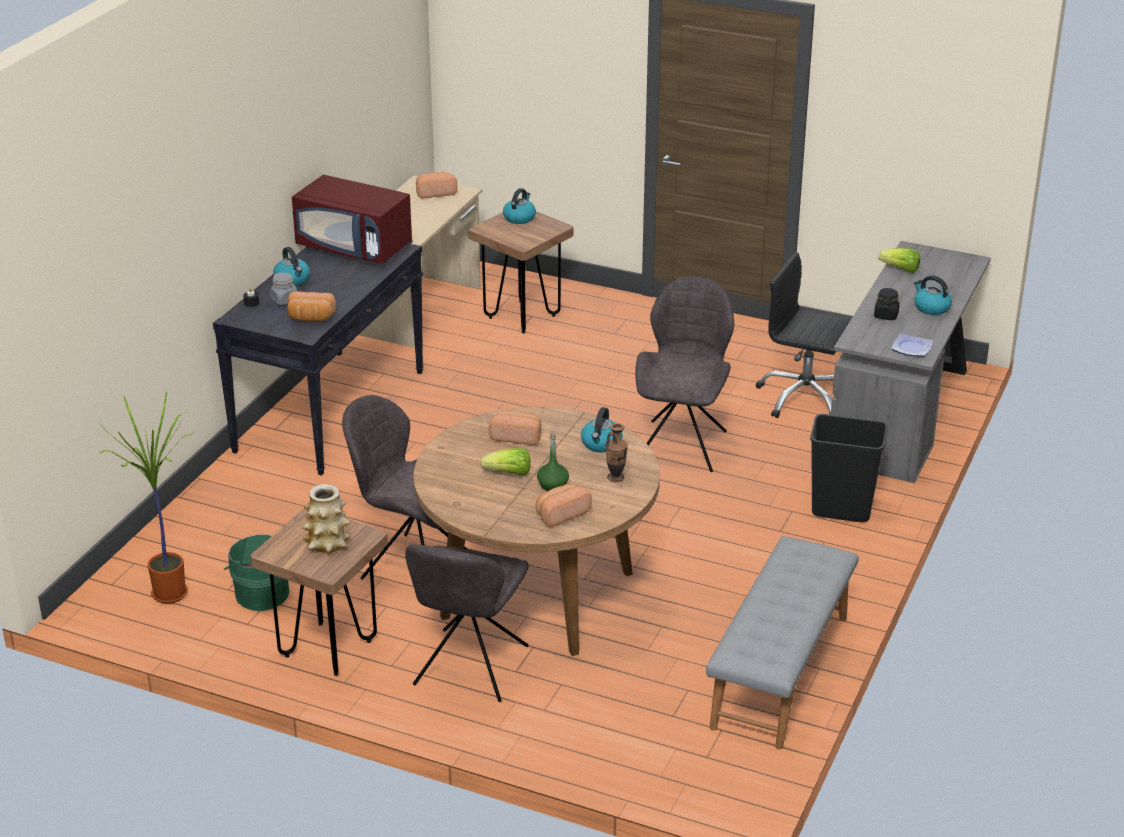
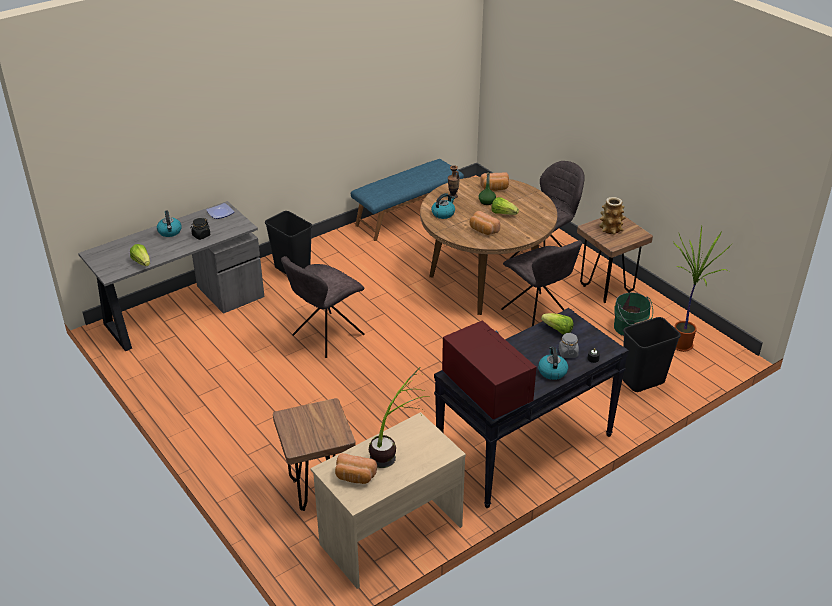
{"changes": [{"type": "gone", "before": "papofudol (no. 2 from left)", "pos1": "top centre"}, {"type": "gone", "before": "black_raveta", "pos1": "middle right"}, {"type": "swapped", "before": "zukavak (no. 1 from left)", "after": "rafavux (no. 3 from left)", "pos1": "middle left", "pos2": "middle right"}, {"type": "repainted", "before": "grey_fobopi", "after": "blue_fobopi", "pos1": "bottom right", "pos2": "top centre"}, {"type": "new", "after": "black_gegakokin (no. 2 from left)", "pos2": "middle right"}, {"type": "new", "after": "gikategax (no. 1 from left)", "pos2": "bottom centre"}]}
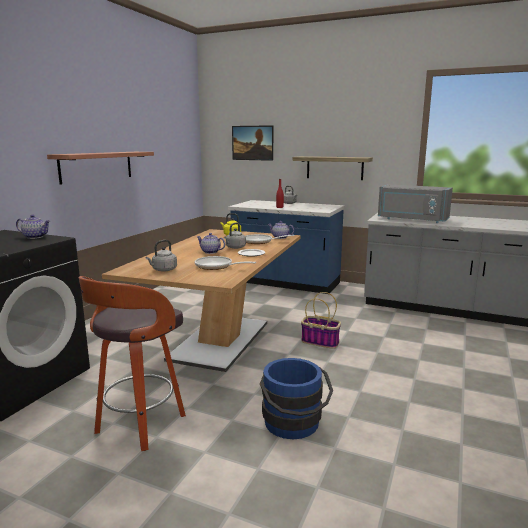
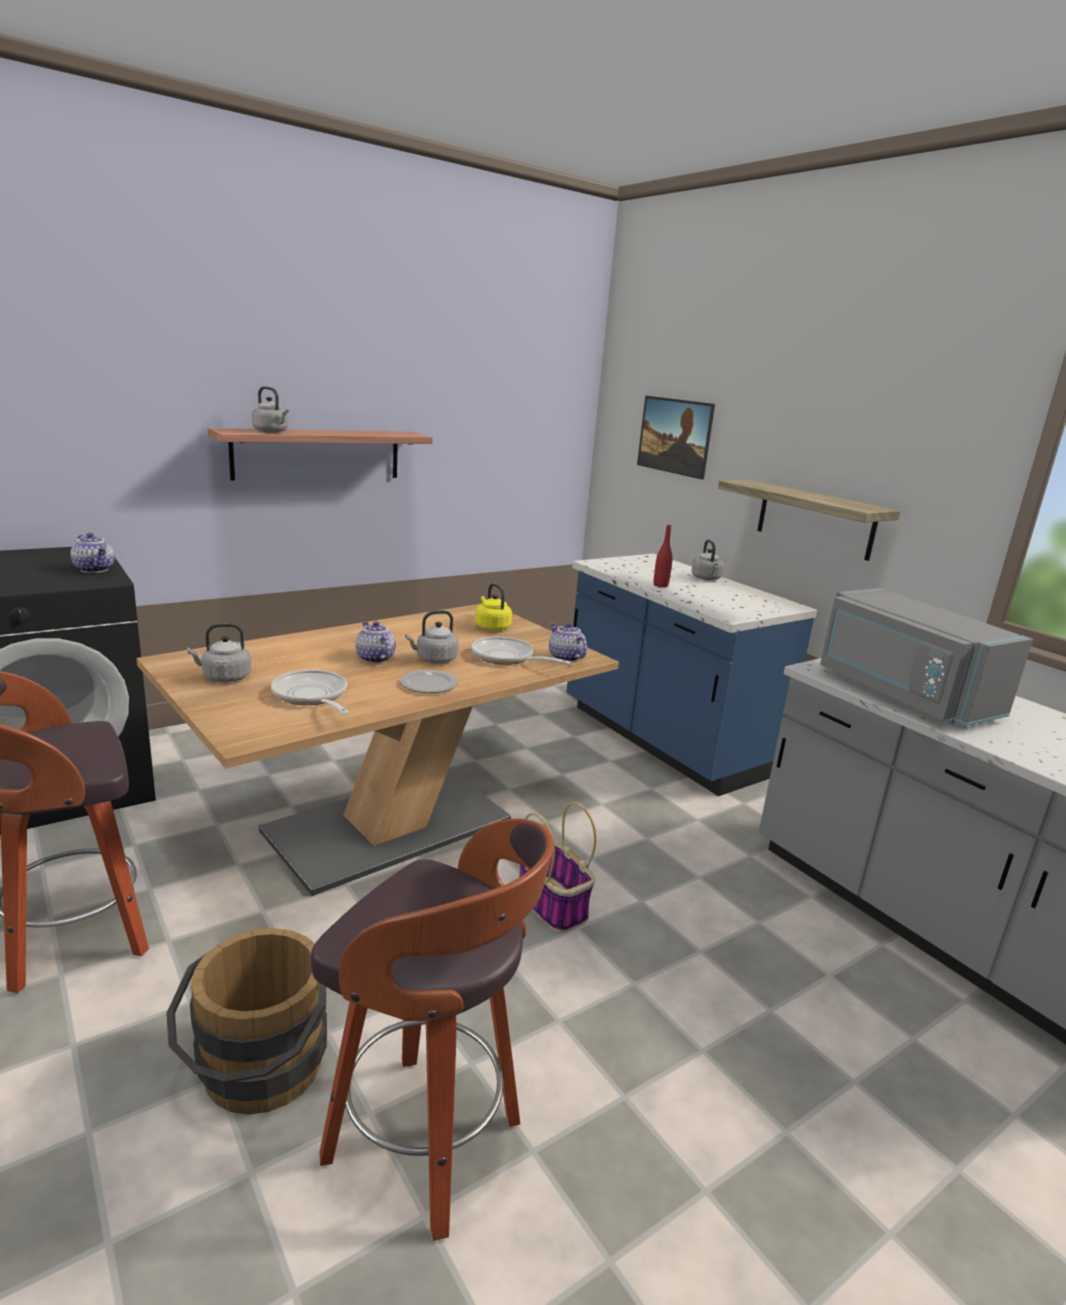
{"changes": [{"type": "repainted", "before": "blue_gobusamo", "after": "brown_gobusamo", "pos1": "bottom centre", "pos2": "bottom left"}, {"type": "new", "after": "grey_papofudol (no. 2 from left)", "pos2": "top left"}, {"type": "new", "after": "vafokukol (no. 2 from left)", "pos2": "bottom centre"}]}
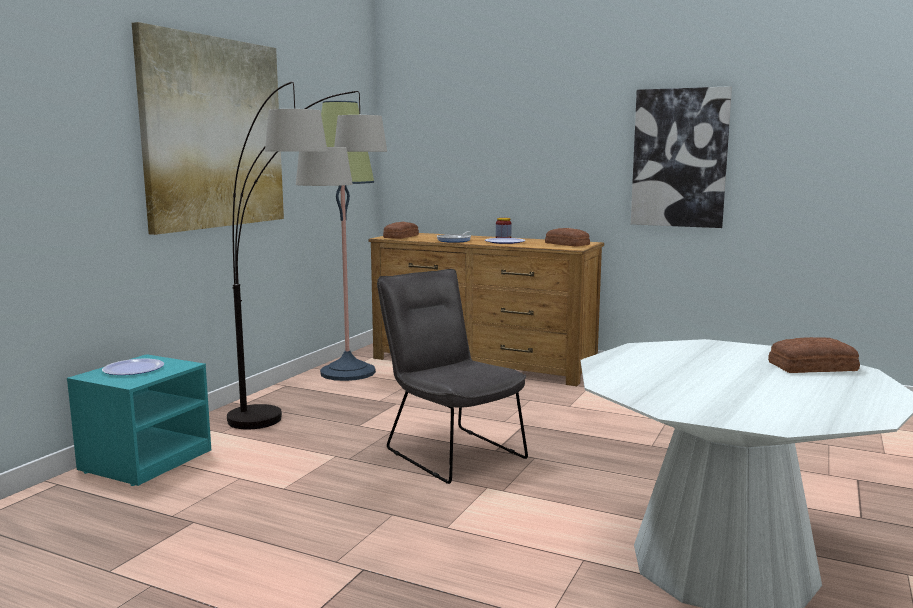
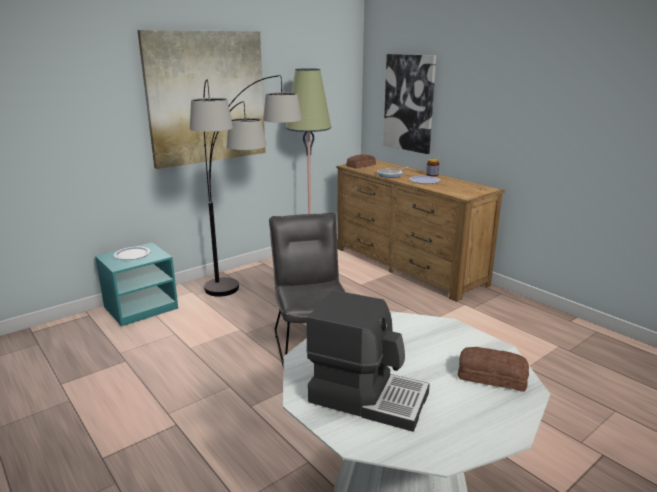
{"changes": [{"type": "shifted", "before": "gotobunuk (no. 2 from left)", "pos1": "top right", "pos2": "top centre"}, {"type": "gone", "before": "zukavak (no. 2 from left)", "pos1": "centre"}, {"type": "new", "after": "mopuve", "pos2": "bottom centre"}]}
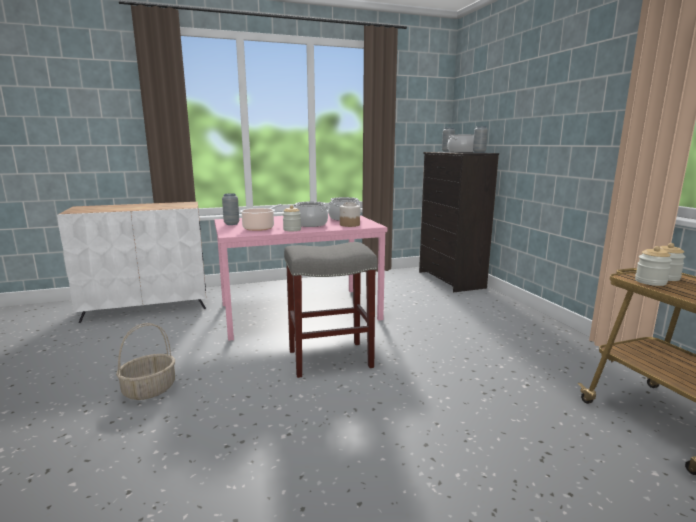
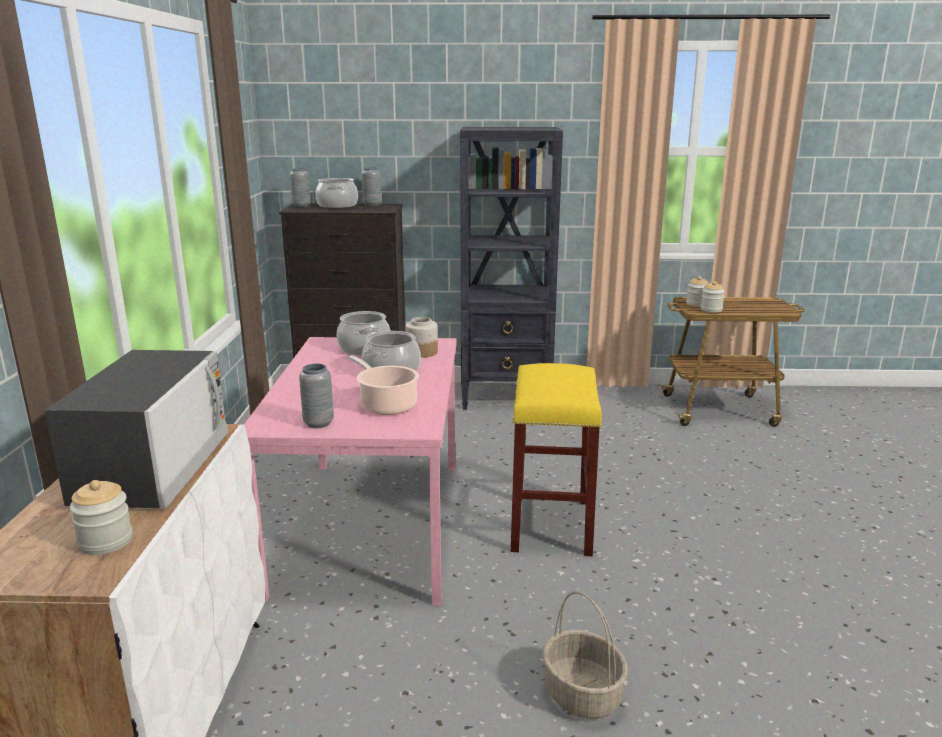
{"changes": [{"type": "shifted", "before": "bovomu (no. 1 from left)", "pos1": "centre", "pos2": "bottom left"}, {"type": "repainted", "before": "grey_vafokukol", "after": "yellow_vafokukol", "pos1": "centre", "pos2": "centre"}, {"type": "new", "after": "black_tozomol", "pos2": "centre"}, {"type": "new", "after": "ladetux", "pos2": "middle left"}]}
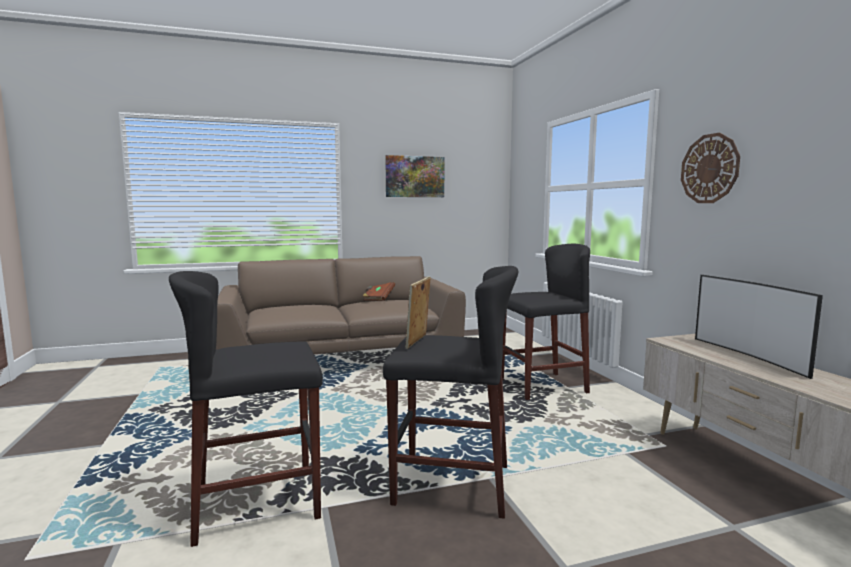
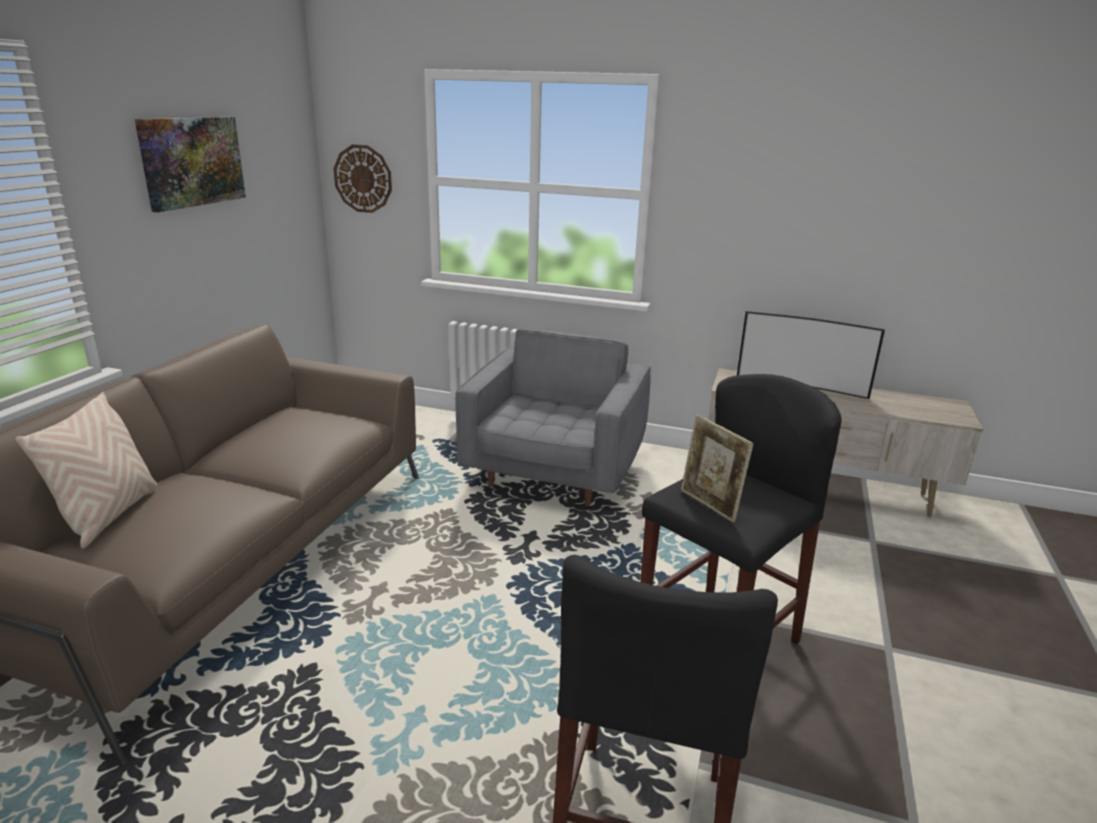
{"changes": [{"type": "shifted", "before": "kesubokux", "pos1": "top right", "pos2": "top left"}, {"type": "swapped", "before": "black_vafokukol (no. 3 from left)", "after": "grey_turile", "pos1": "centre", "pos2": "centre"}, {"type": "gone", "before": "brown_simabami", "pos1": "centre"}, {"type": "new", "after": "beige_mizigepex", "pos2": "middle left"}]}
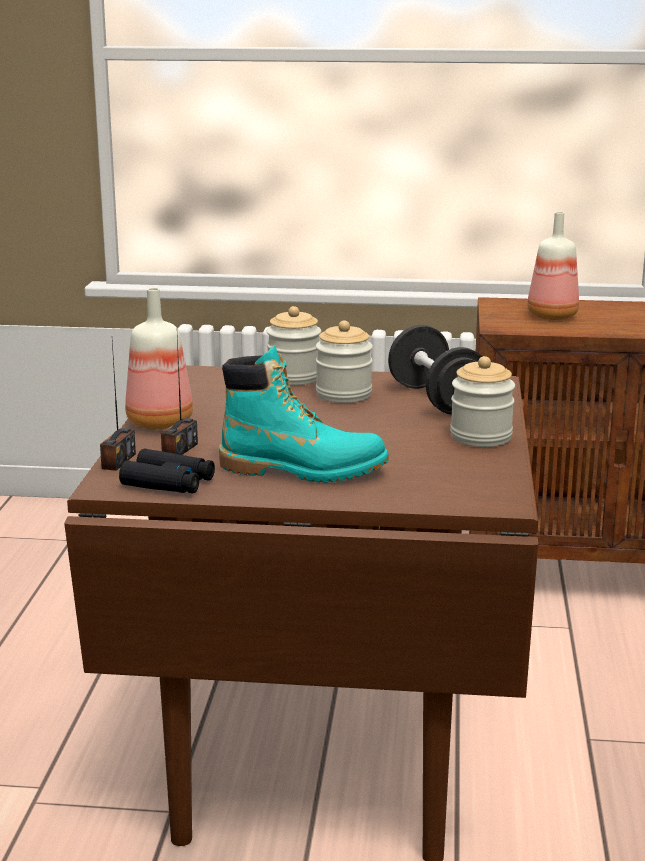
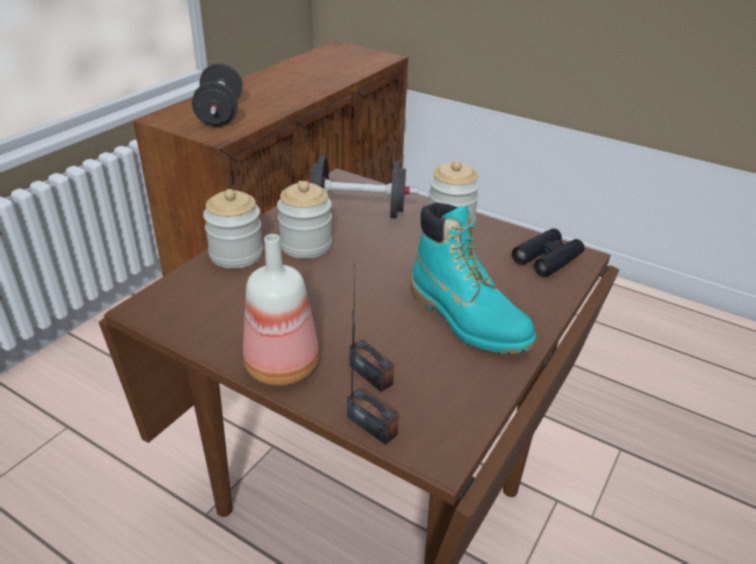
{"changes": [{"type": "swapped", "before": "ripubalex (no. 2 from left)", "after": "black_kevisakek (no. 1 from left)", "pos1": "top right", "pos2": "top left"}, {"type": "rotated", "before": "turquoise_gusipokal", "pos1": "centre", "pos2": "centre", "turn": 105}, {"type": "shifted", "before": "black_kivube", "pos1": "middle left", "pos2": "middle right"}]}
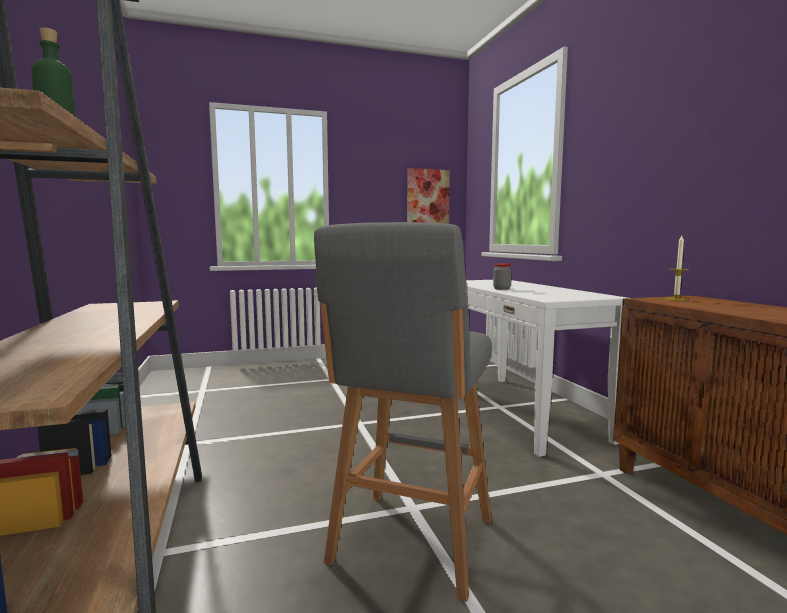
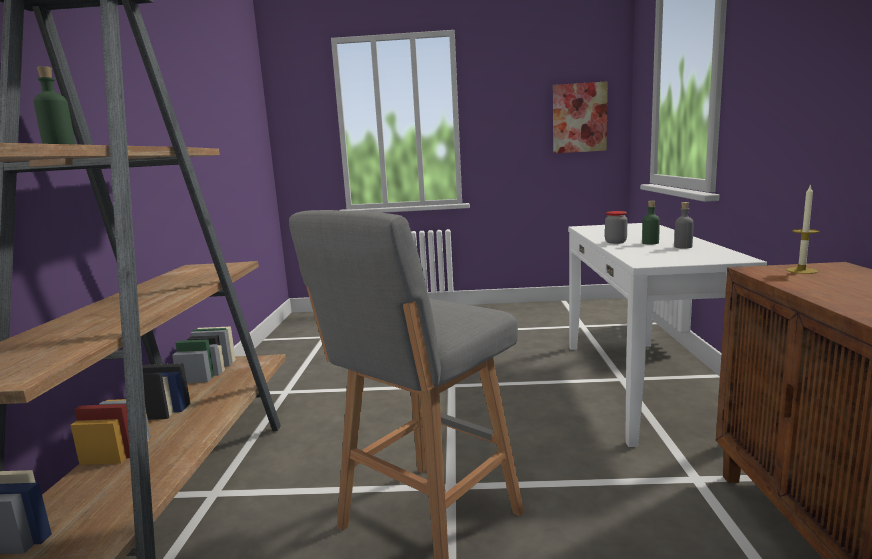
{"changes": [{"type": "new", "after": "green_ripubalex (no. 2 from left)", "pos2": "middle right"}, {"type": "new", "after": "grey_ripubalex", "pos2": "middle right"}]}
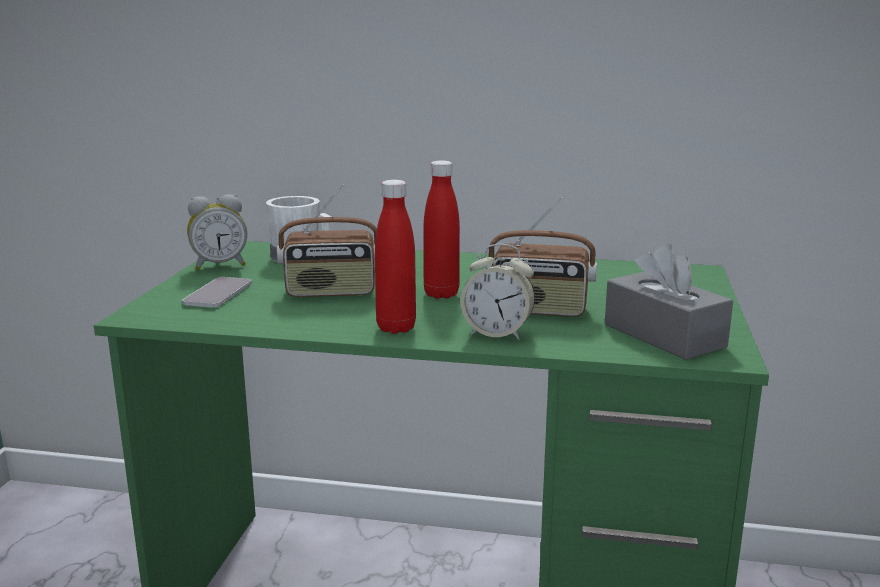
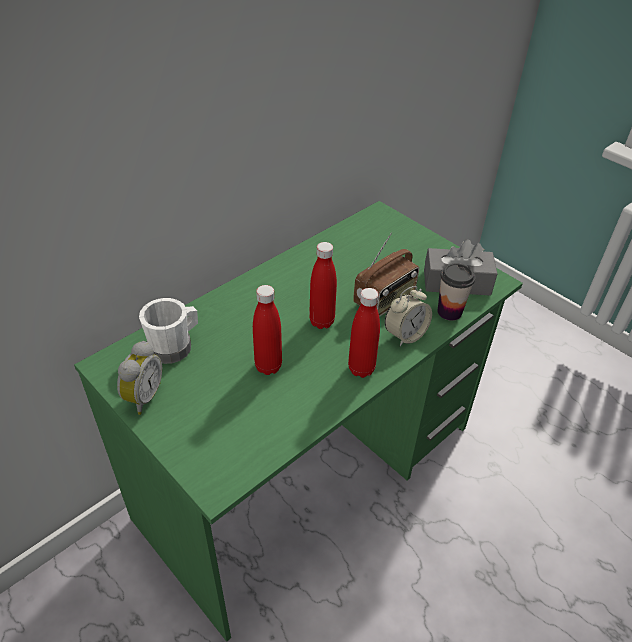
{"changes": [{"type": "swapped", "before": "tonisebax (no. 1 from left)", "after": "red_ripubalex (no. 1 from left)", "pos1": "centre", "pos2": "centre"}, {"type": "gone", "before": "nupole", "pos1": "middle left"}, {"type": "new", "after": "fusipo", "pos2": "middle right"}]}
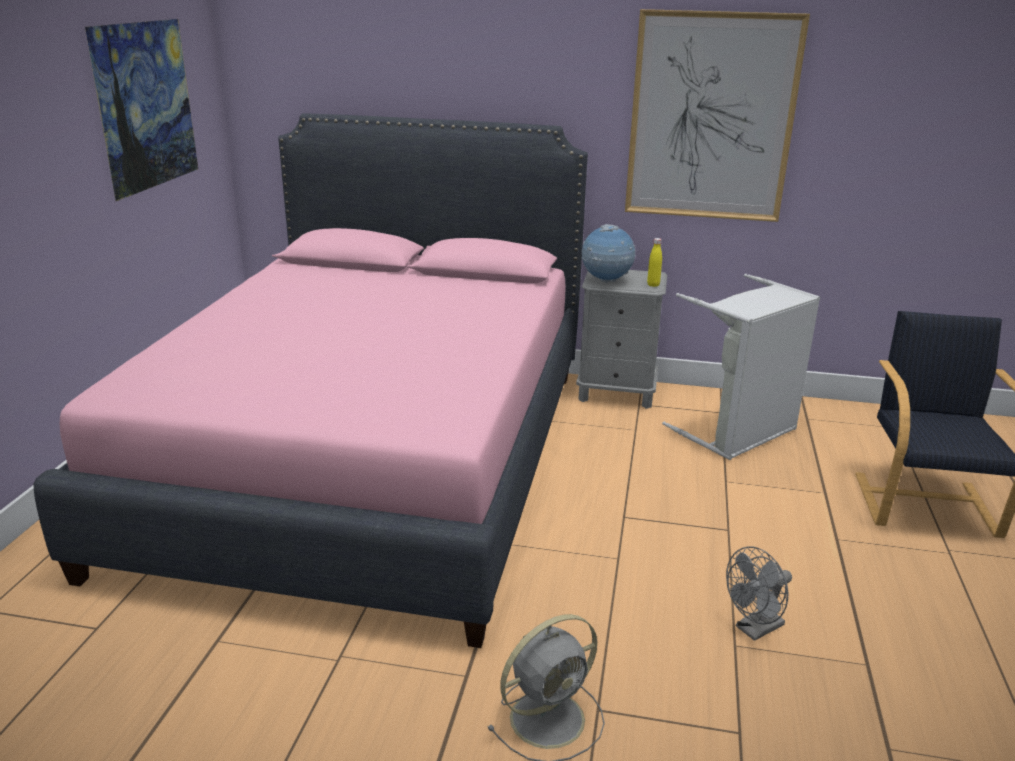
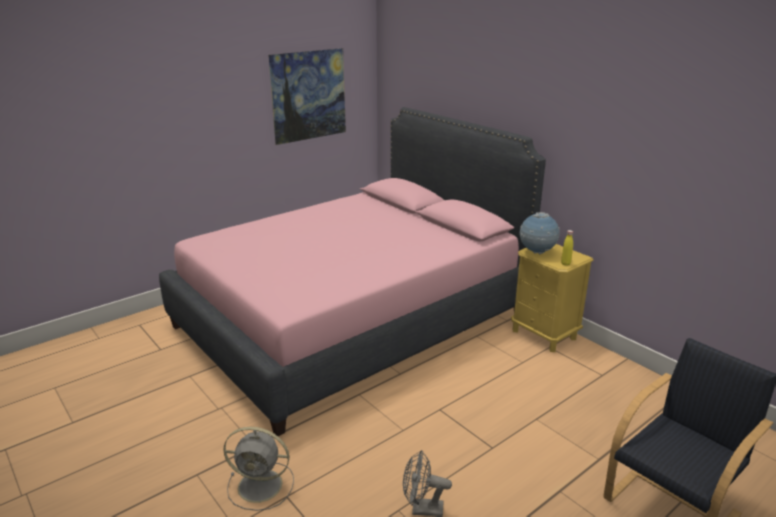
{"changes": [{"type": "gone", "before": "gotobunuk (no. 2 from left)", "pos1": "top right"}, {"type": "repainted", "before": "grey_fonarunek", "after": "yellow_fonarunek", "pos1": "centre", "pos2": "middle right"}, {"type": "gone", "before": "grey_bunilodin", "pos1": "middle right"}]}
